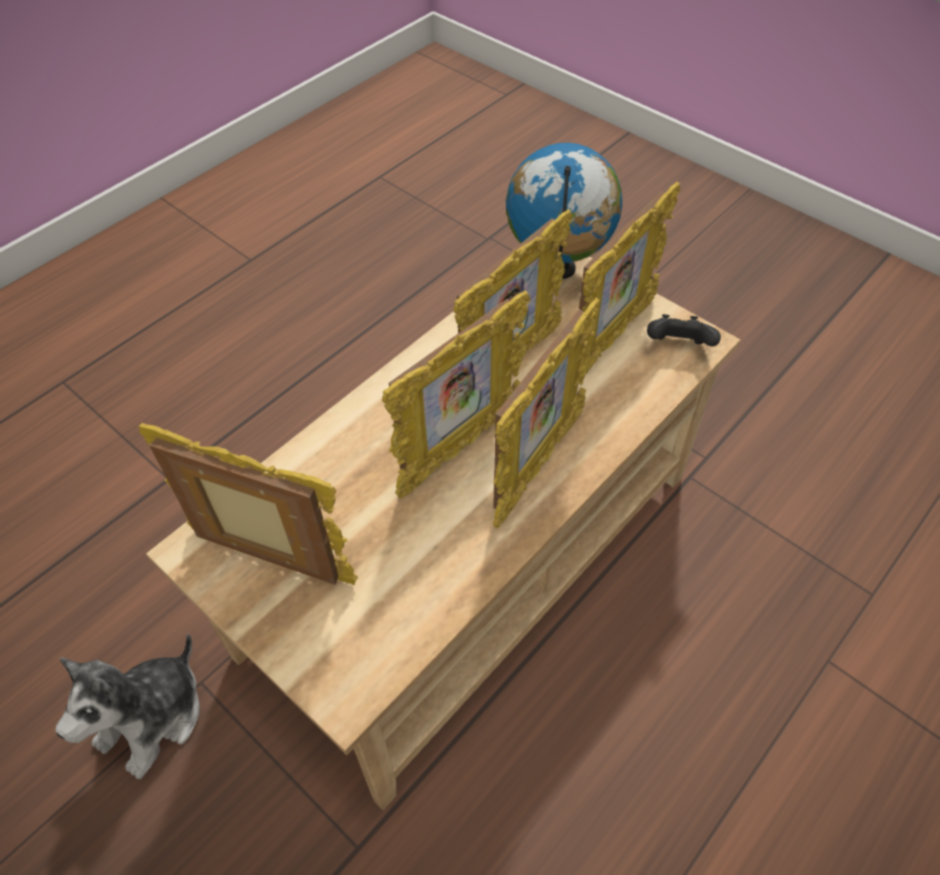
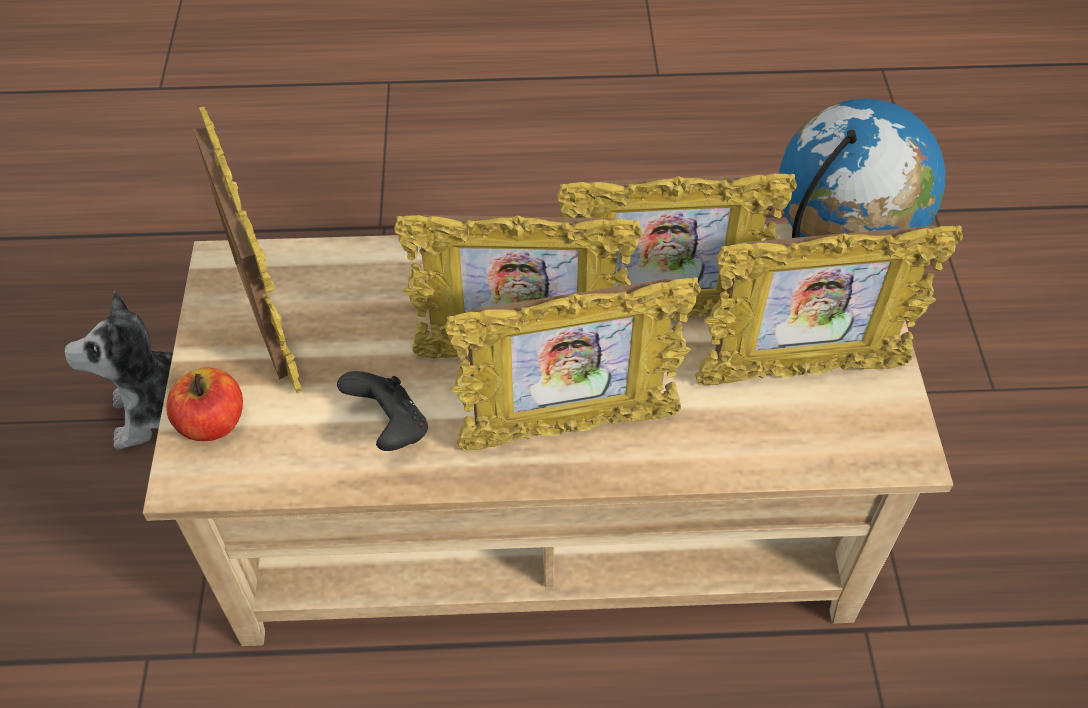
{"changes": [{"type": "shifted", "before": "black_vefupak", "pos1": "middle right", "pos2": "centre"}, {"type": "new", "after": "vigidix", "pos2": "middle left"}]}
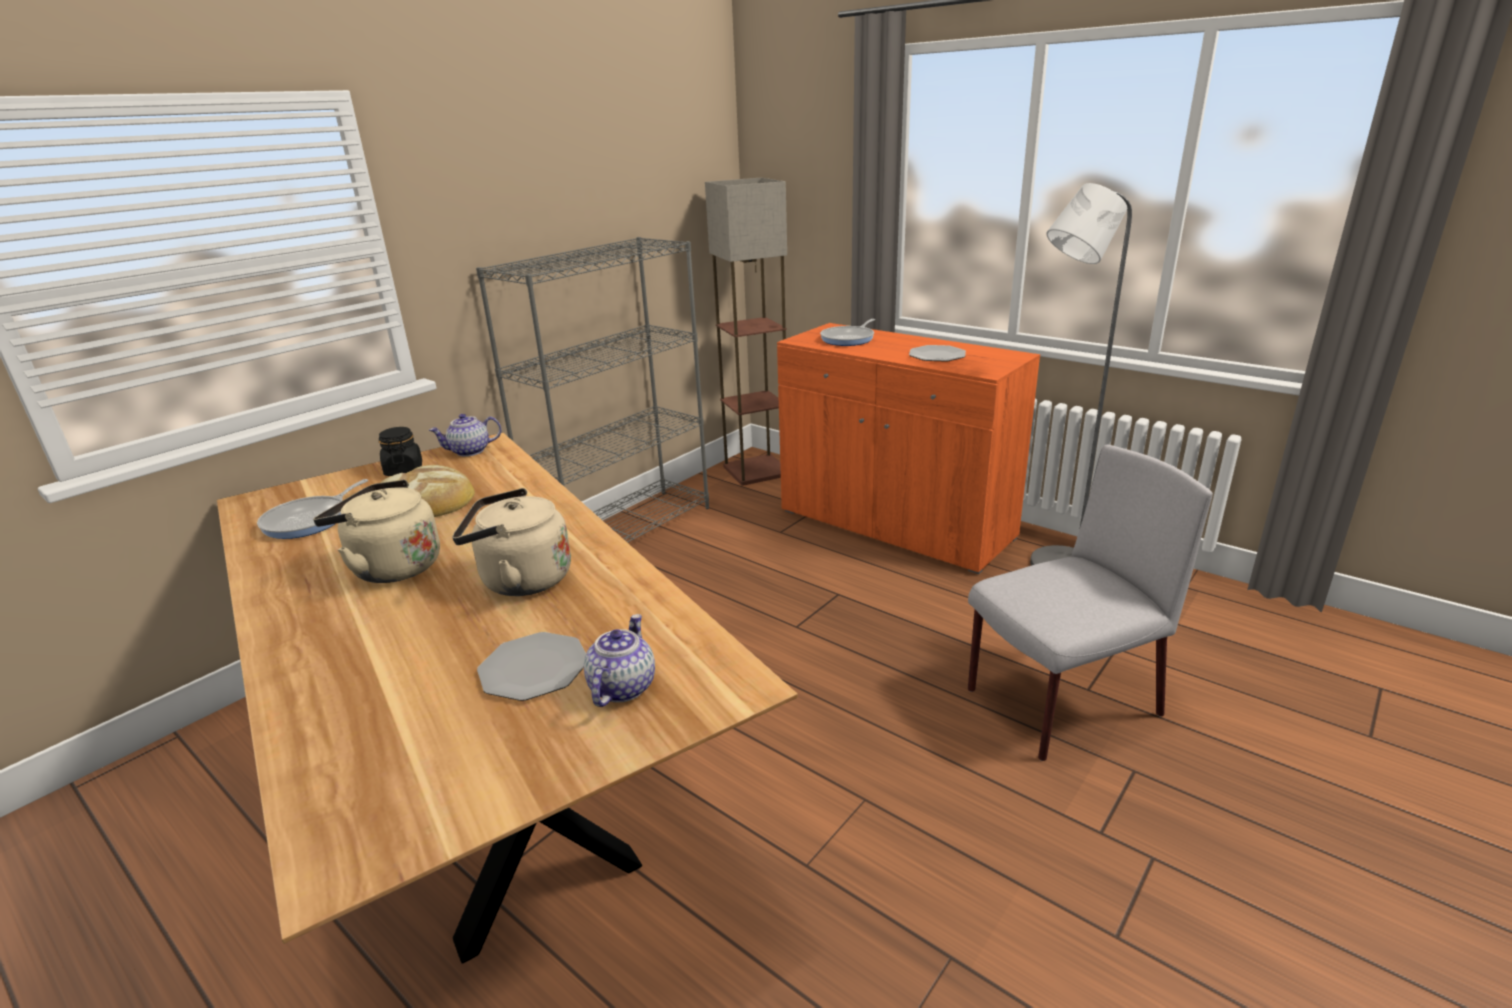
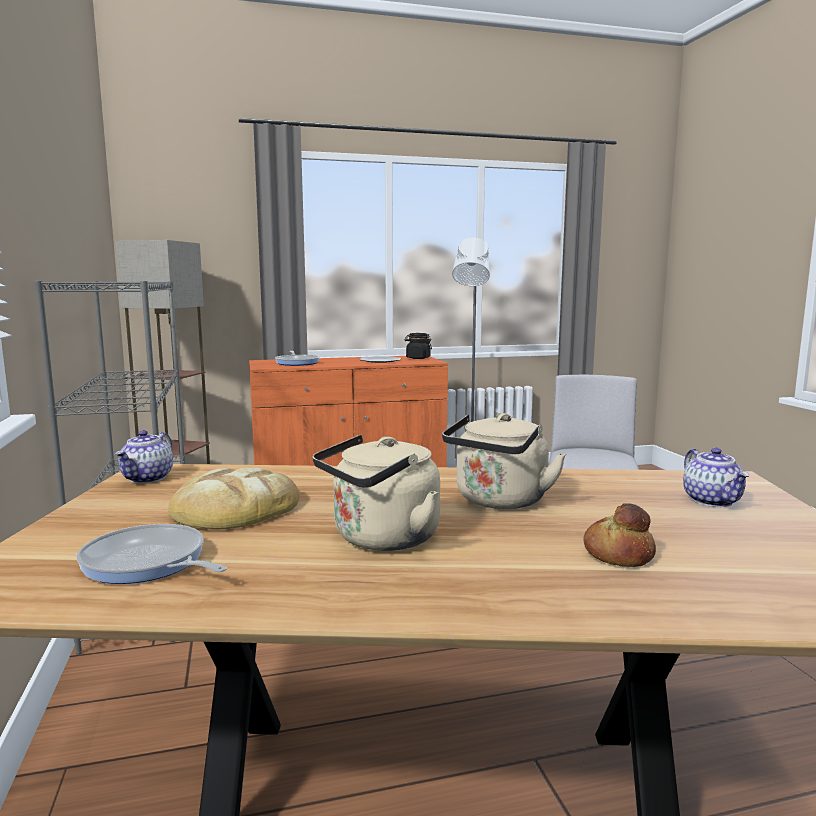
{"changes": [{"type": "shifted", "before": "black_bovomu", "pos1": "middle left", "pos2": "centre"}, {"type": "rotated", "before": "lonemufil (no. 1 from left)", "pos1": "middle left", "pos2": "bottom left", "turn": 150}, {"type": "rotated", "before": "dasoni (no. 2 from left)", "pos1": "centre", "pos2": "middle right", "turn": -150}, {"type": "gone", "before": "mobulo (no. 1 from left)", "pos1": "centre"}, {"type": "new", "after": "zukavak (no. 2 from left)", "pos2": "middle right"}]}
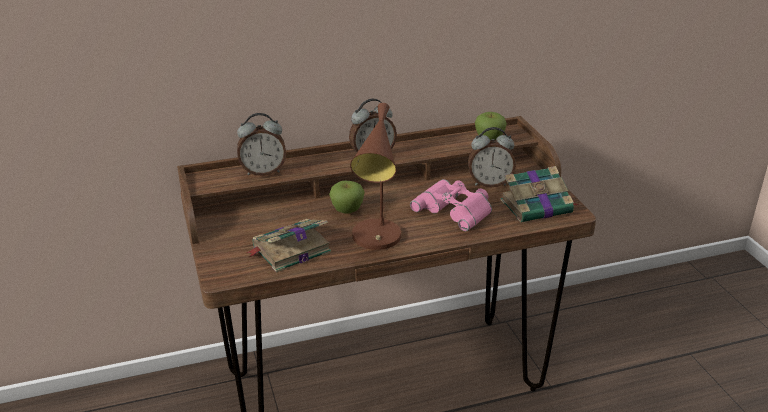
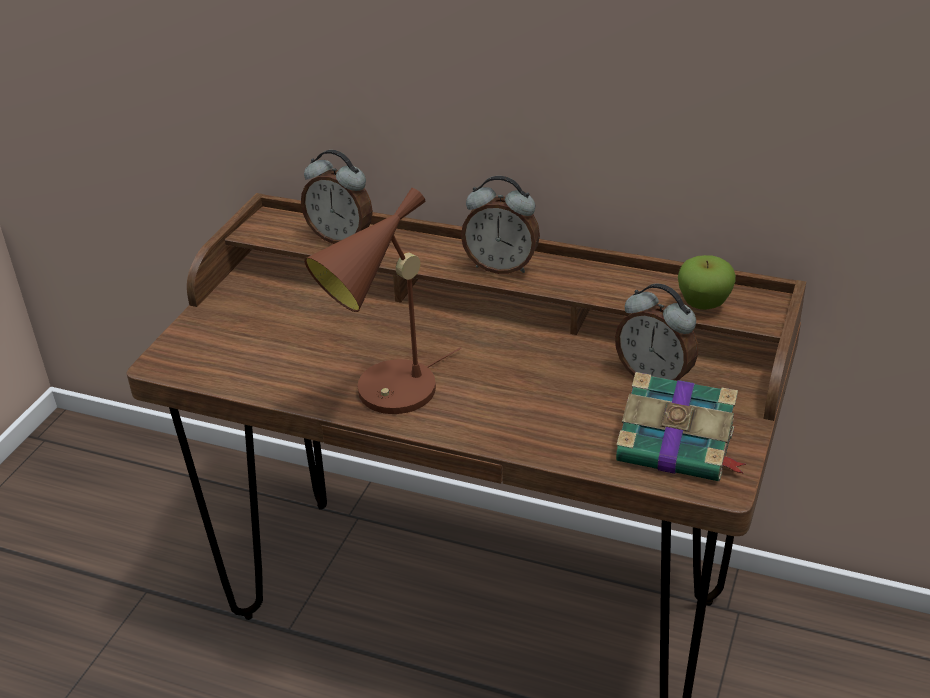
{"changes": [{"type": "gone", "before": "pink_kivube", "pos1": "centre"}, {"type": "gone", "before": "vigidix (no. 1 from left)", "pos1": "centre"}, {"type": "gone", "before": "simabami (no. 1 from left)", "pos1": "centre"}]}
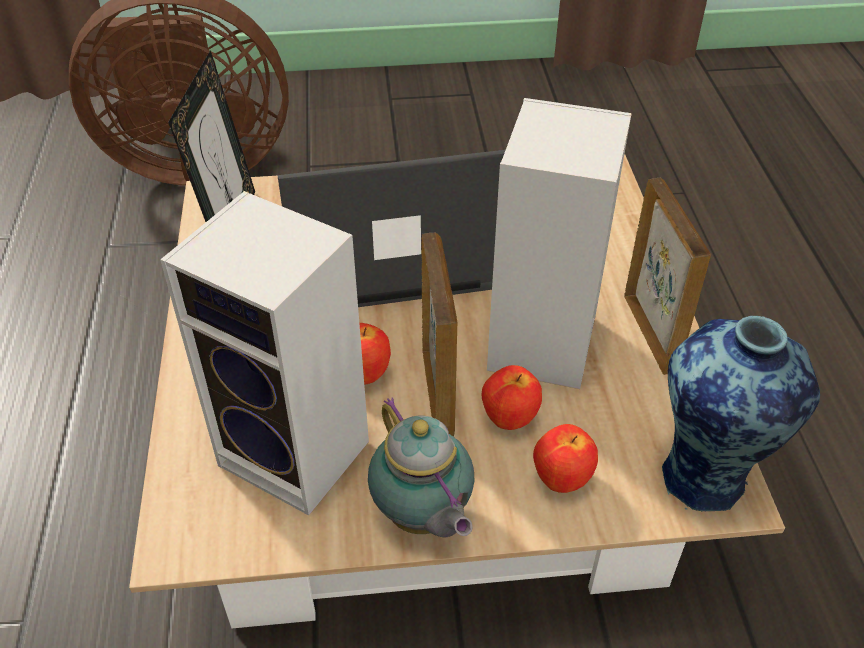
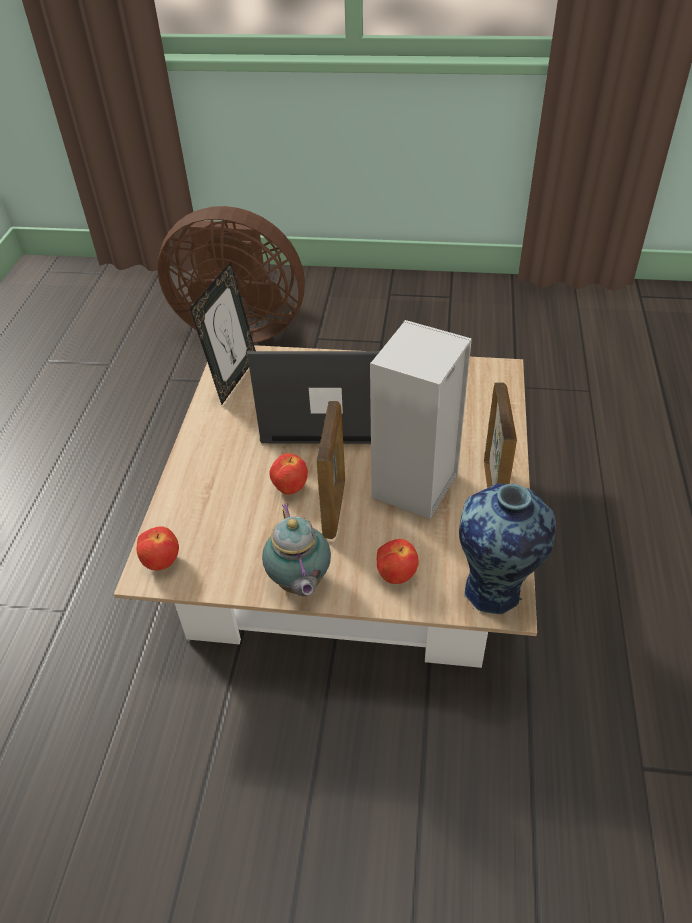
{"changes": [{"type": "gone", "before": "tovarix (no. 1 from left)", "pos1": "middle left"}, {"type": "shifted", "before": "vigidix (no. 2 from left in the first image)", "after": "vigidix (no. 1 from left)", "pos1": "centre", "pos2": "middle left"}]}
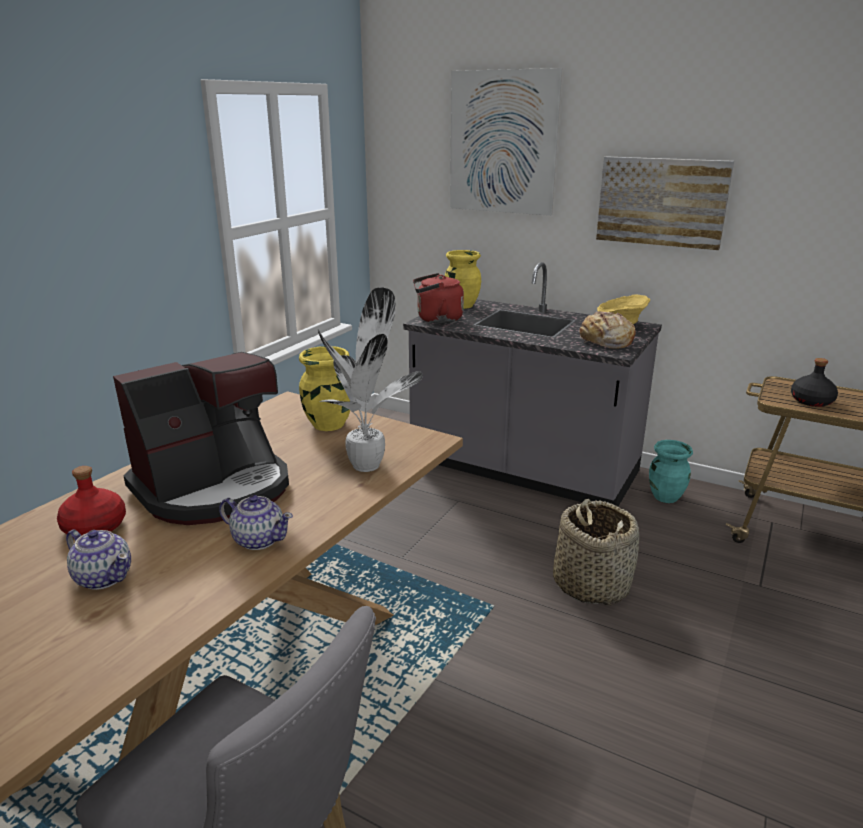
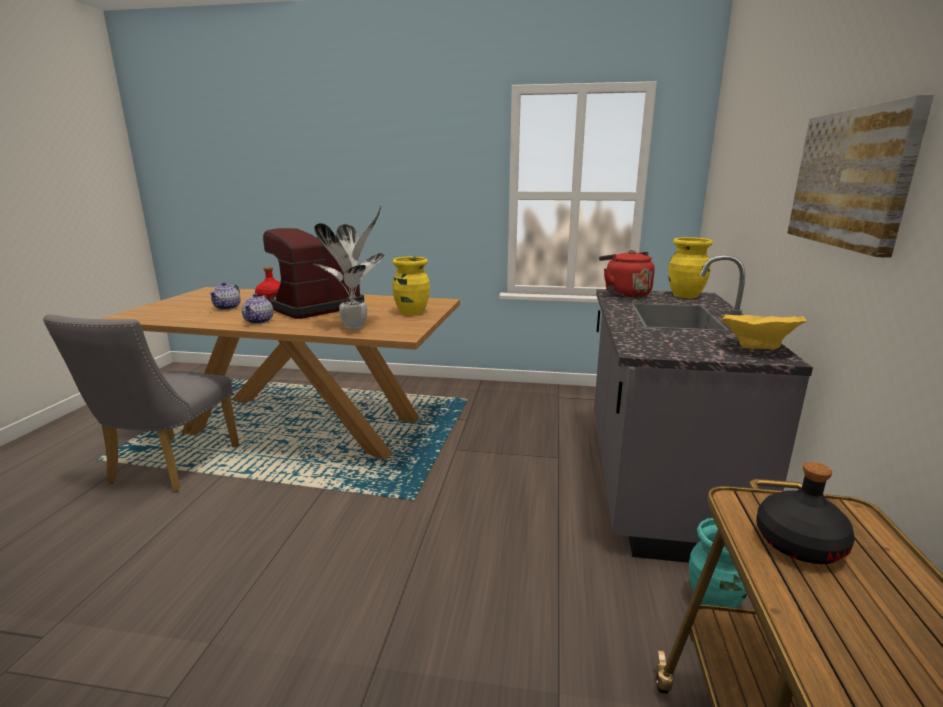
{"changes": [{"type": "gone", "before": "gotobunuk (no. 1 from left)", "pos1": "top centre"}, {"type": "gone", "before": "zukavak", "pos1": "middle right"}, {"type": "rotated", "before": "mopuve", "pos1": "middle left", "pos2": "middle left", "turn": 105}, {"type": "gone", "before": "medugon", "pos1": "bottom right"}]}
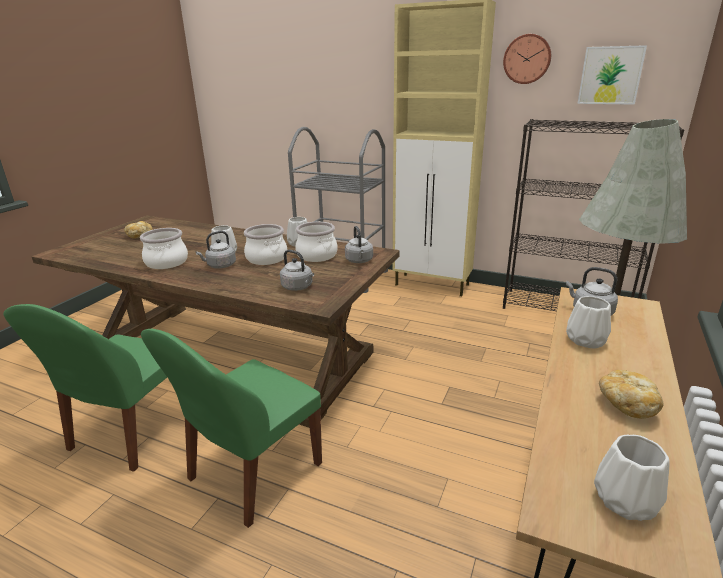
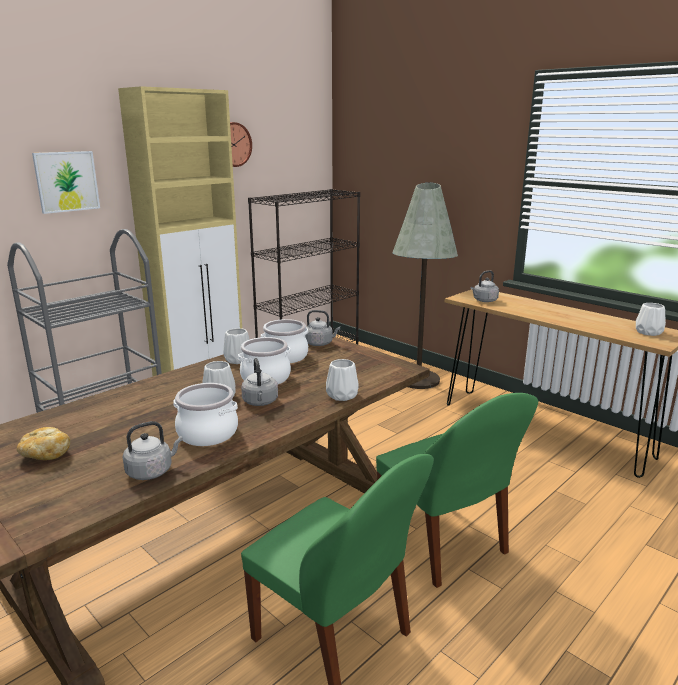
{"changes": [{"type": "shifted", "before": "gotobunuk", "pos1": "top right", "pos2": "top left"}, {"type": "shifted", "before": "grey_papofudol (no. 2 from left in the first image)", "after": "grey_papofudol (no. 1 from left)", "pos1": "centre", "pos2": "middle left"}, {"type": "shifted", "before": "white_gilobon (no. 3 from left)", "pos1": "middle right", "pos2": "centre"}, {"type": "gone", "before": "zukavak (no. 2 from left)", "pos1": "bottom right"}]}
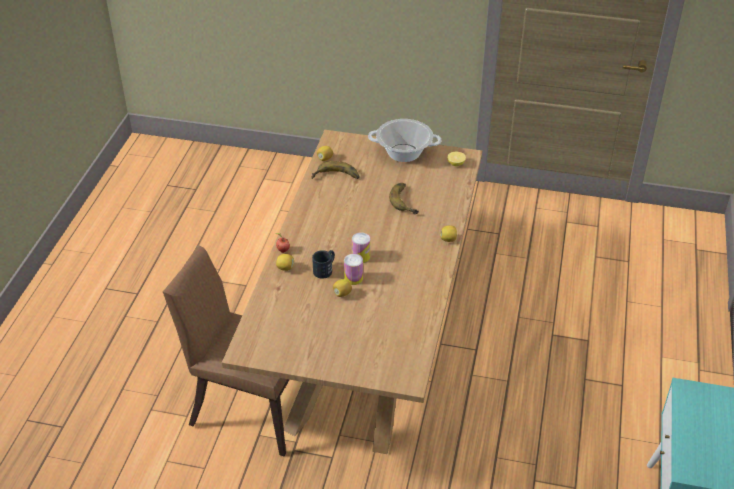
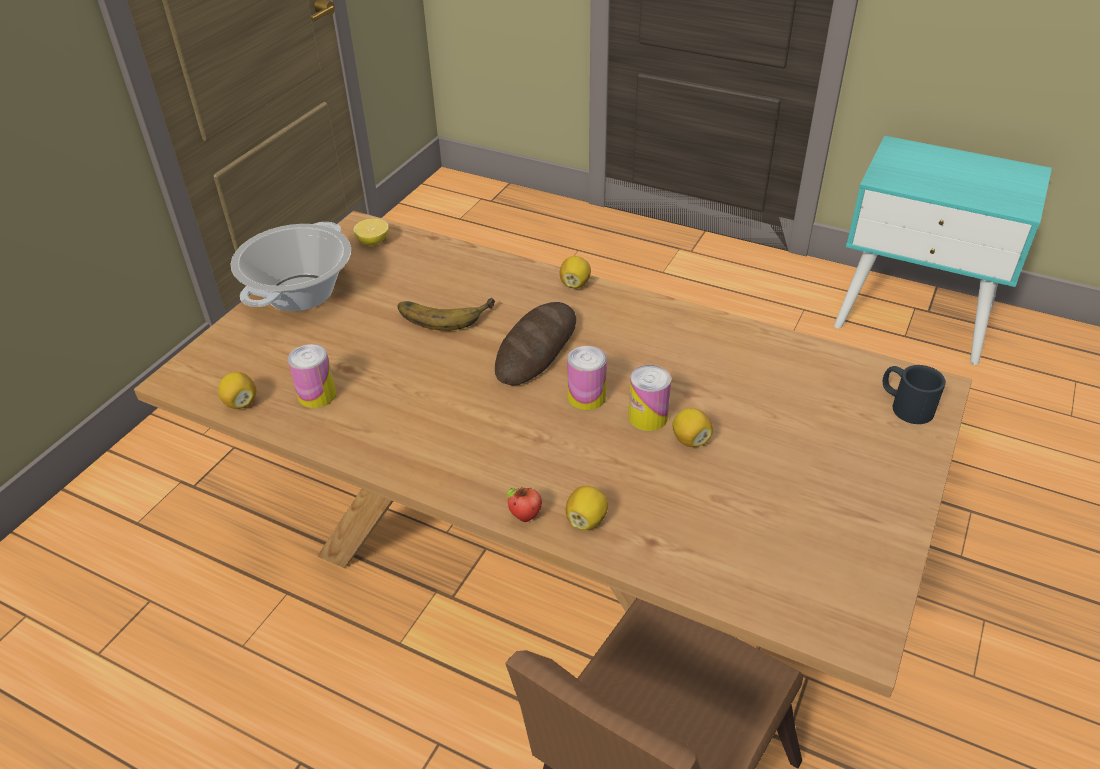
{"changes": [{"type": "swapped", "before": "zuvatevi (no. 1 from left)", "after": "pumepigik (no. 1 from left)", "pos1": "centre", "pos2": "middle left"}, {"type": "shifted", "before": "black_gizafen", "pos1": "centre", "pos2": "middle right"}, {"type": "new", "after": "zukavak", "pos2": "centre"}]}
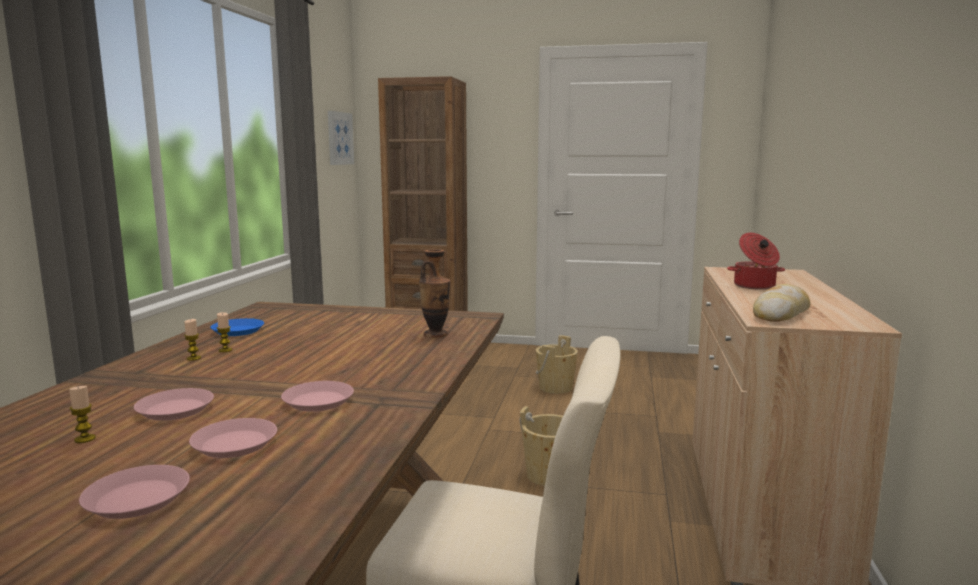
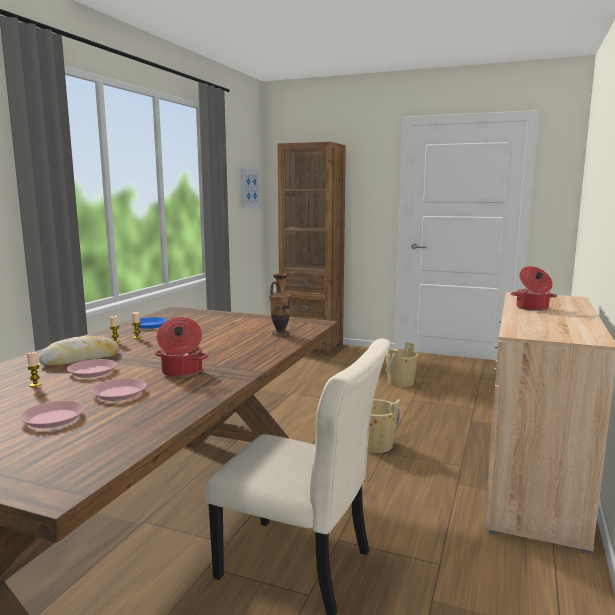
{"changes": [{"type": "shifted", "before": "zukavak", "pos1": "middle right", "pos2": "middle left"}, {"type": "swapped", "before": "pink_mobulo (no. 4 from left)", "after": "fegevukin (no. 1 from left)", "pos1": "bottom left", "pos2": "middle left"}]}
